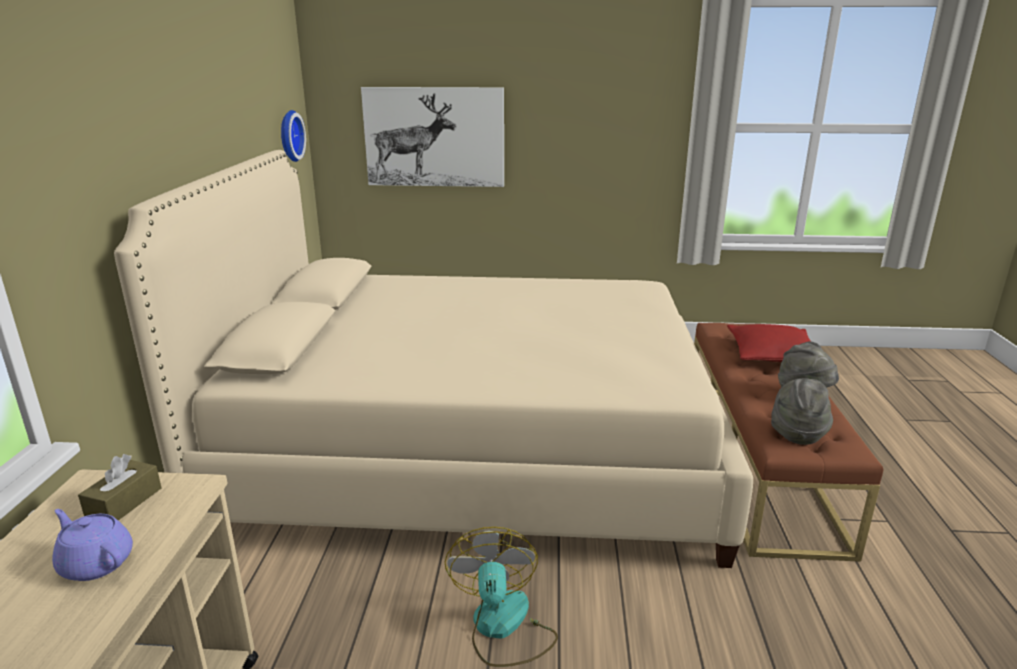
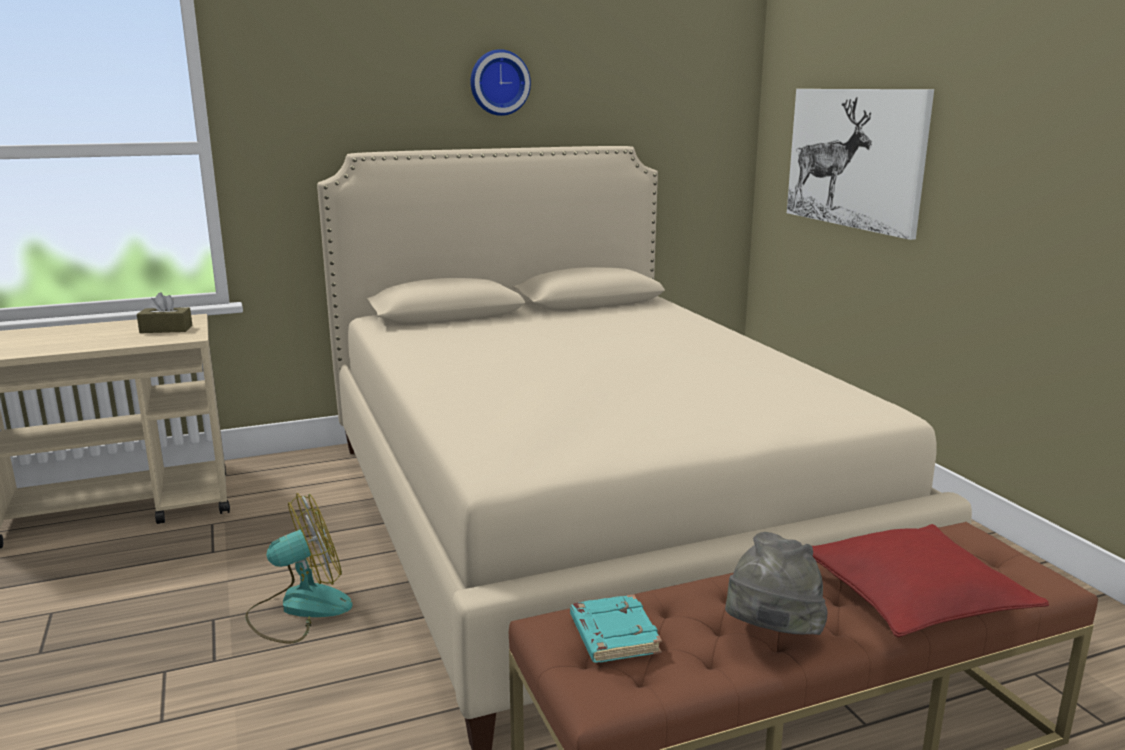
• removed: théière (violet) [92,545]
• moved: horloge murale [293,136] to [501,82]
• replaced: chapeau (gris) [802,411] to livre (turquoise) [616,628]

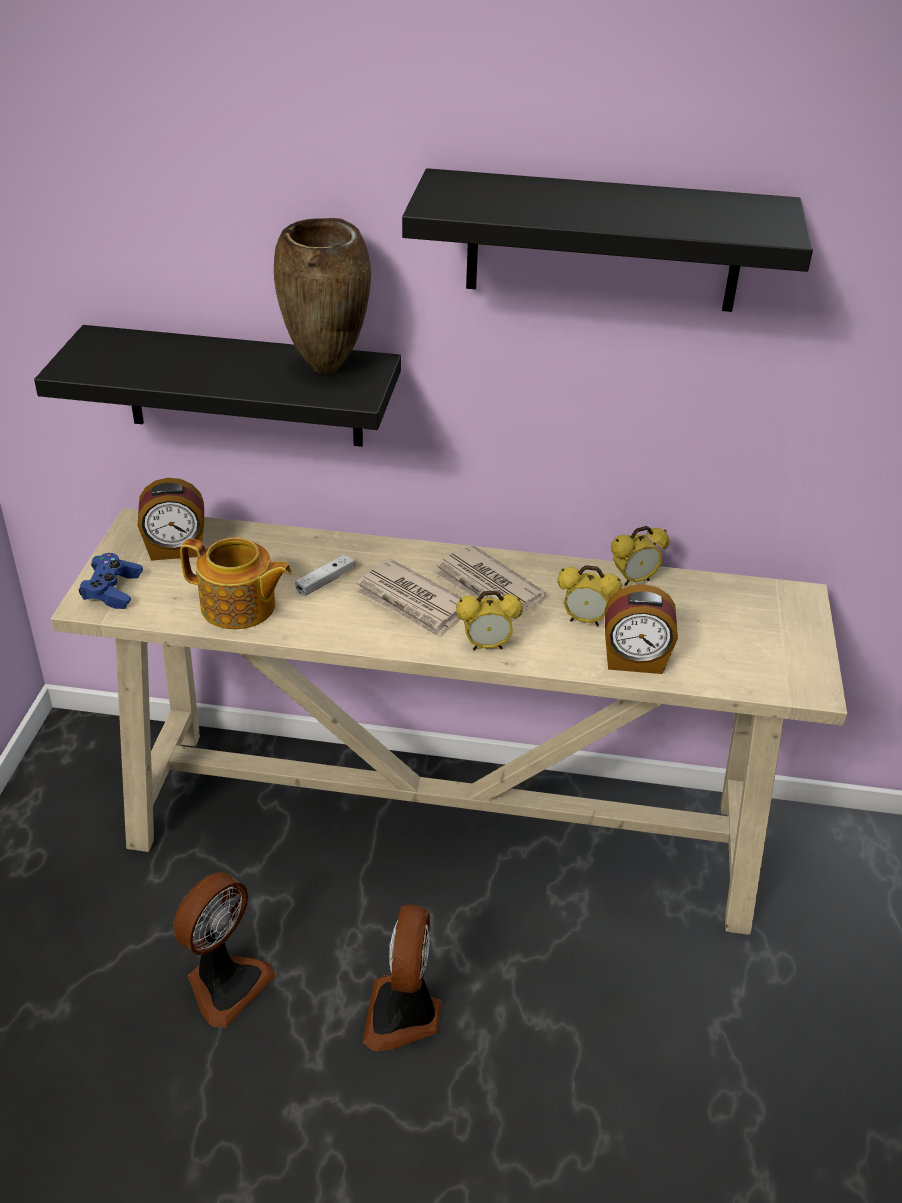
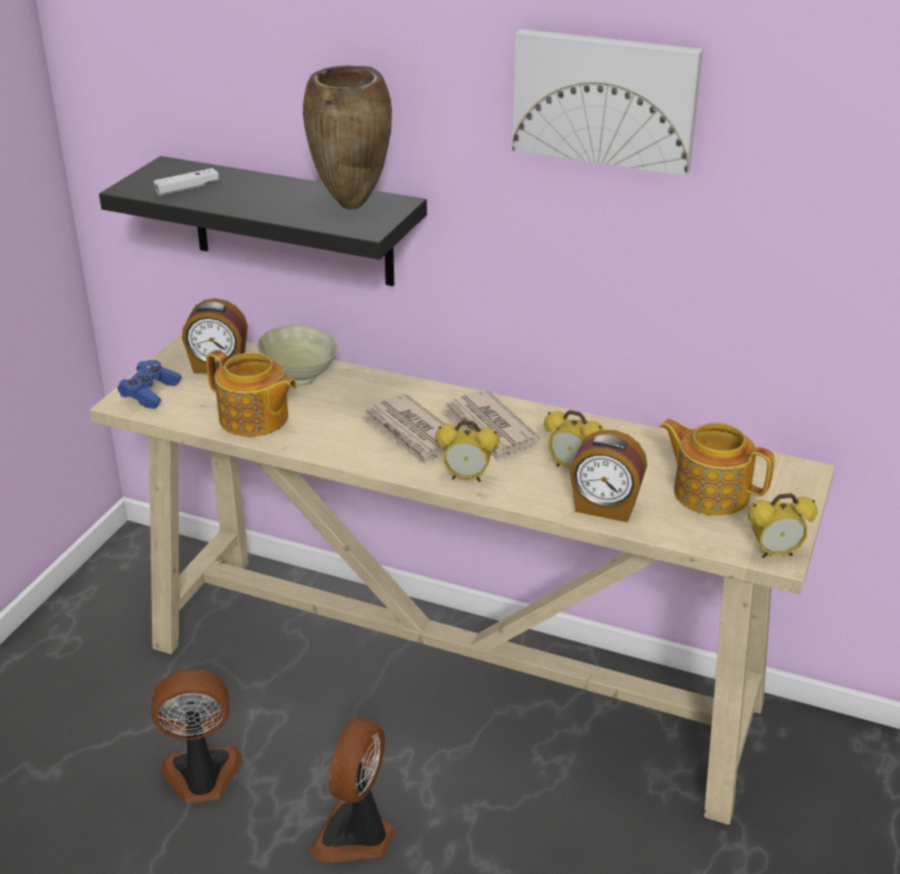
• added: bol (beige) [297,355]
• added: théière [717,467]
• moved: manette (blanc) [325,575] to [186,182]
• moved: réveil [640,556] to [782,525]
• replaced: étagère (noir) [607,240] to tableau [607,102]
• turned: ventilateur [224,950] = [196,736] 150 degrees counterclockwise

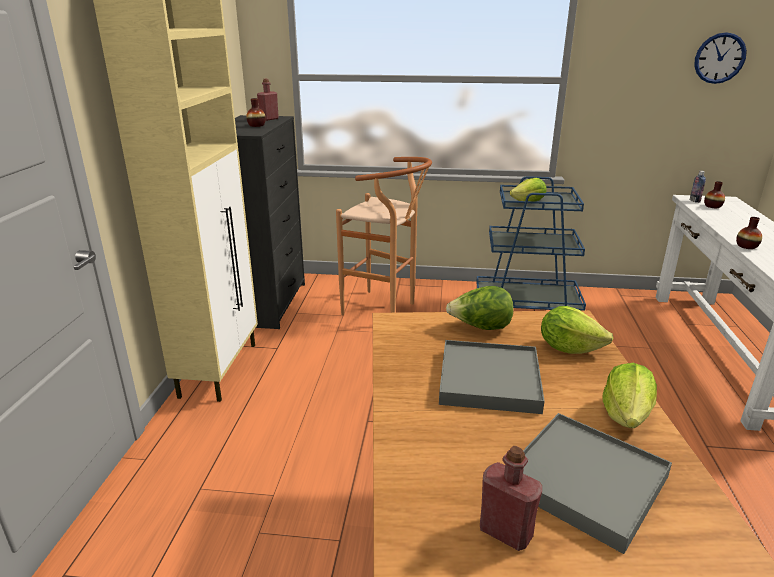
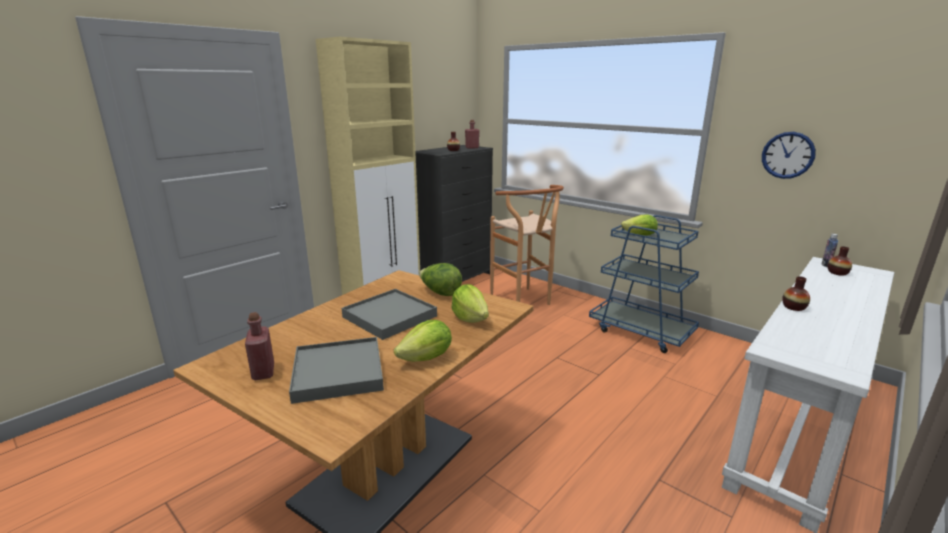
• moved: horloge murale [720,58] to [789,155]

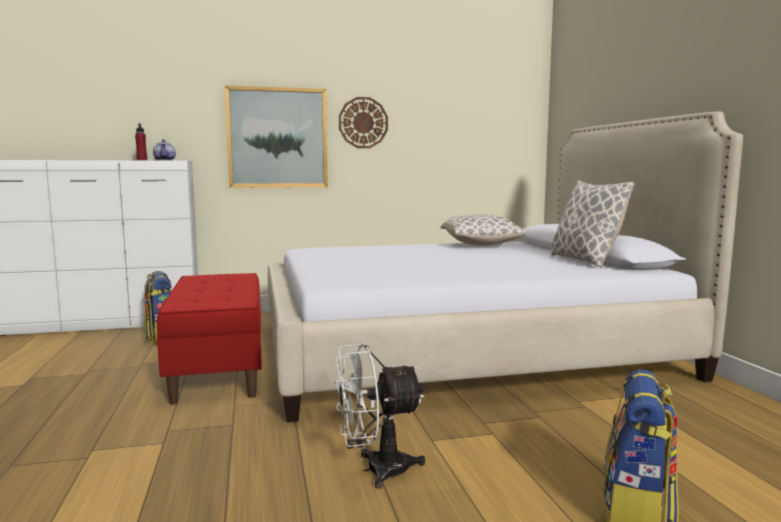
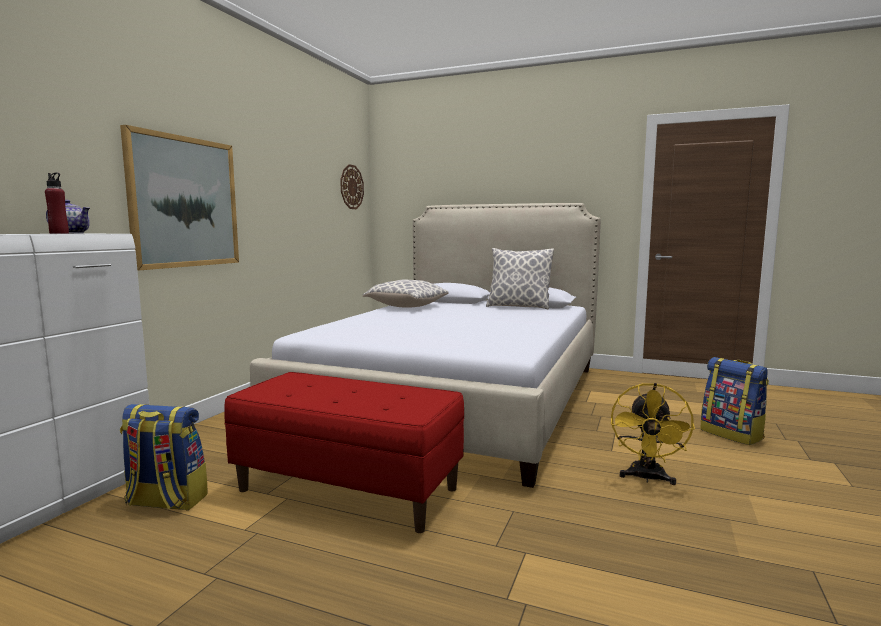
• moved: horloge murale [363,122] to [352,186]
• recoloured: ventilateur (blanc) [380,416] to ventilateur (jaune) [653,434]

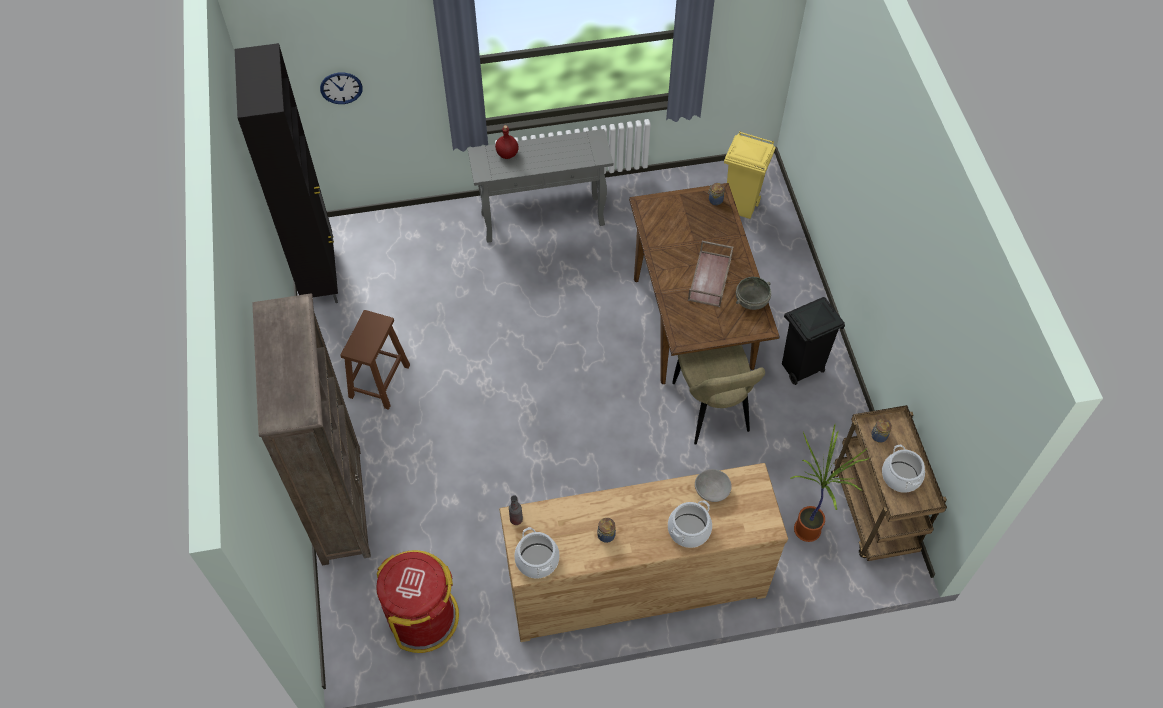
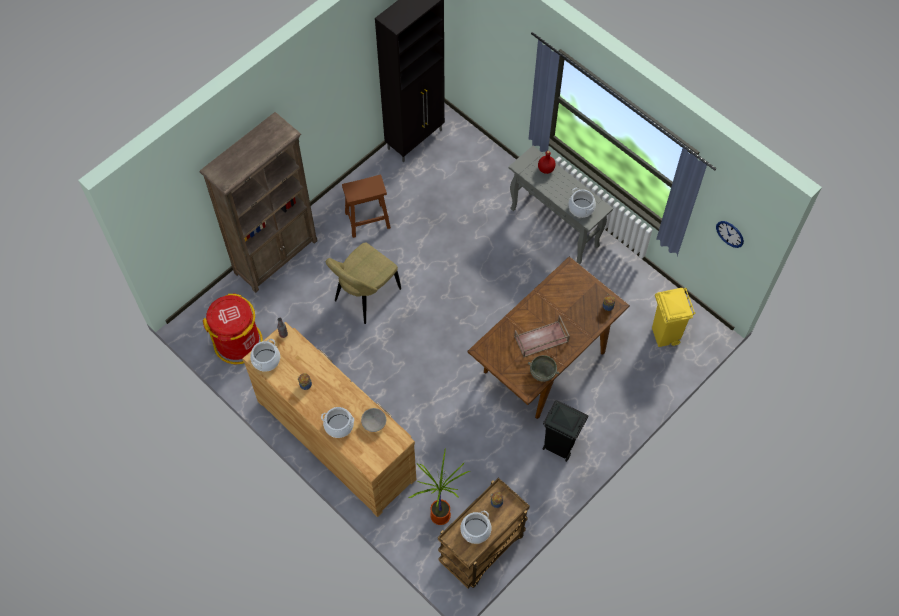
• added: marmite [582,202]
• moved: horloge murale [341,88] to [730,234]
• moved: chaise (beige) [718,395] to [363,283]

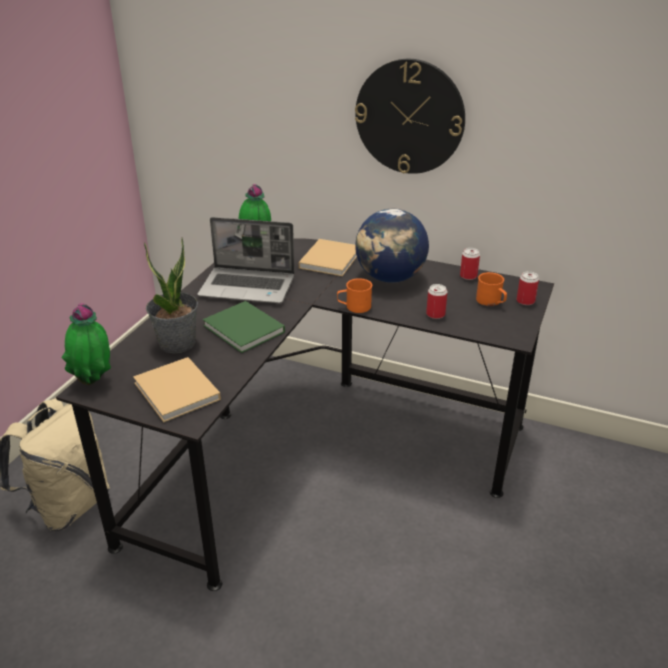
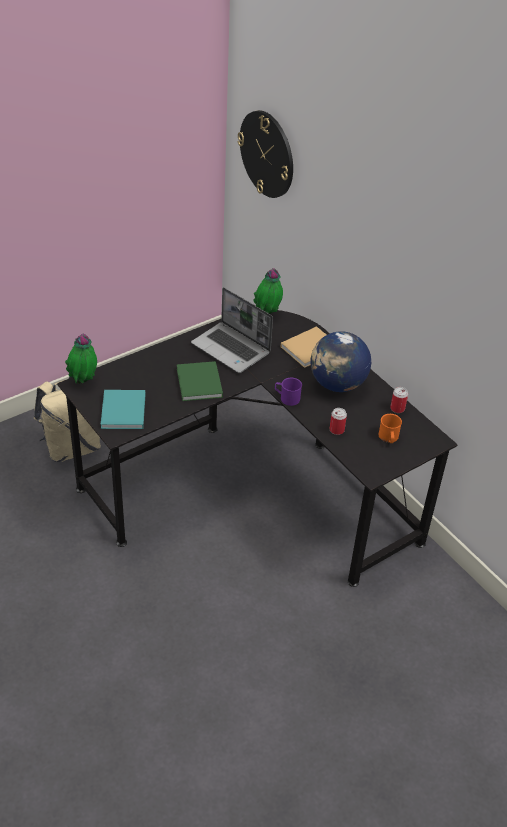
• removed: plante en pot [171,296]
• removed: boîte métallique [528,288]
• moved: horloge murale [410,116] to [265,154]
• recoloured: livre (beige) [177,389] to livre (turquoise) [123,409]
• recoloured: mug (orange) [354,295] to mug (violet) [288,392]

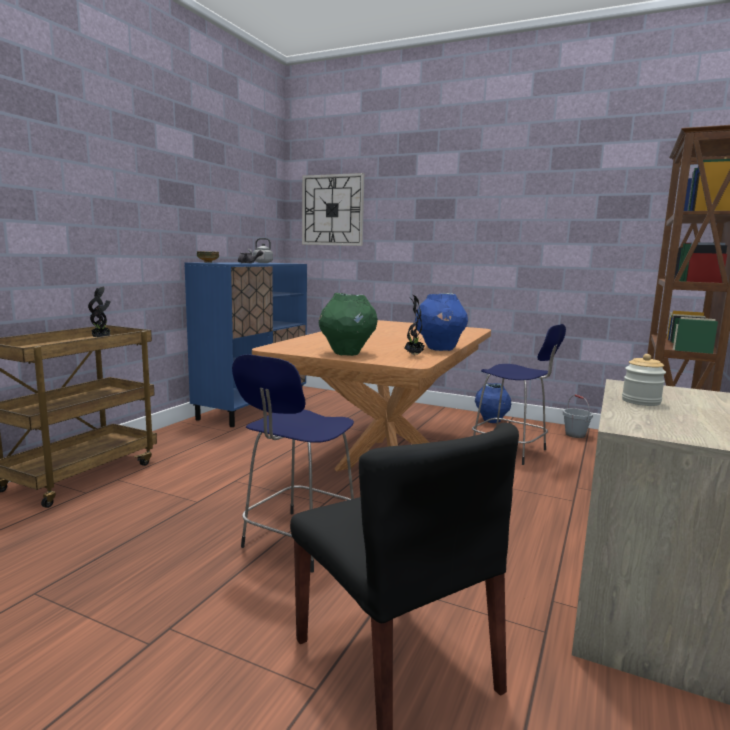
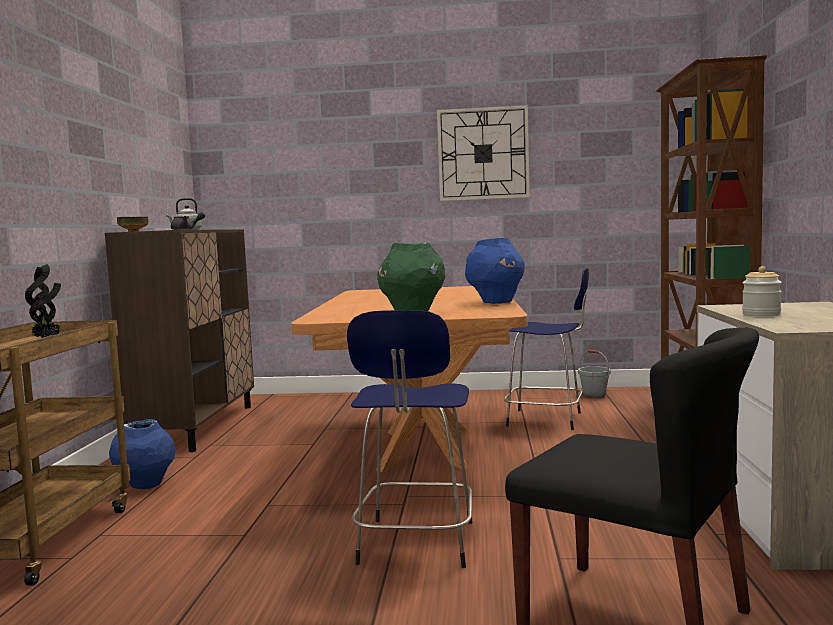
• removed: plante en pot [415,325]
• moved: horloge murale [333,209] to [483,153]
• moved: vase (bleu) [493,403] to [142,454]
• recoloured: meuble de rangement (bleu) [245,344] to meuble de rangement (marron) [179,340]

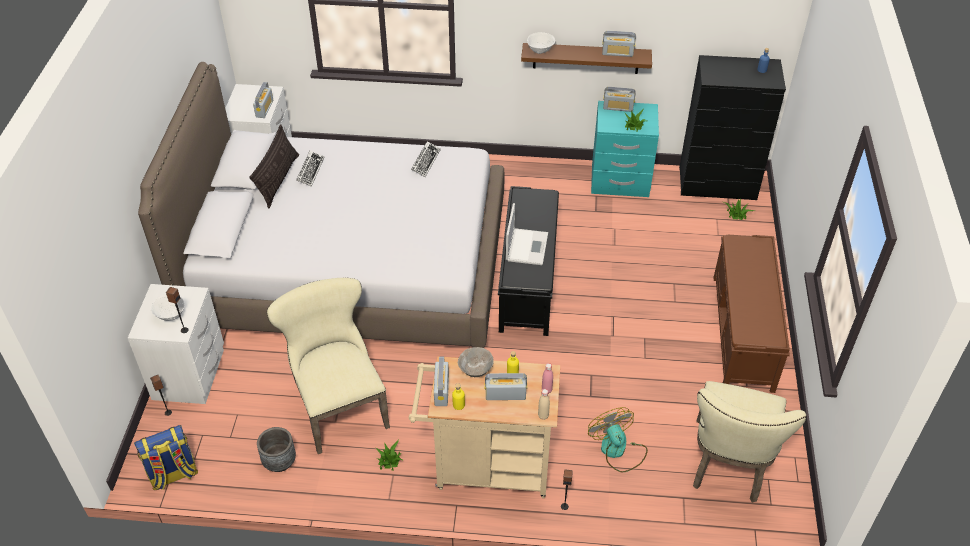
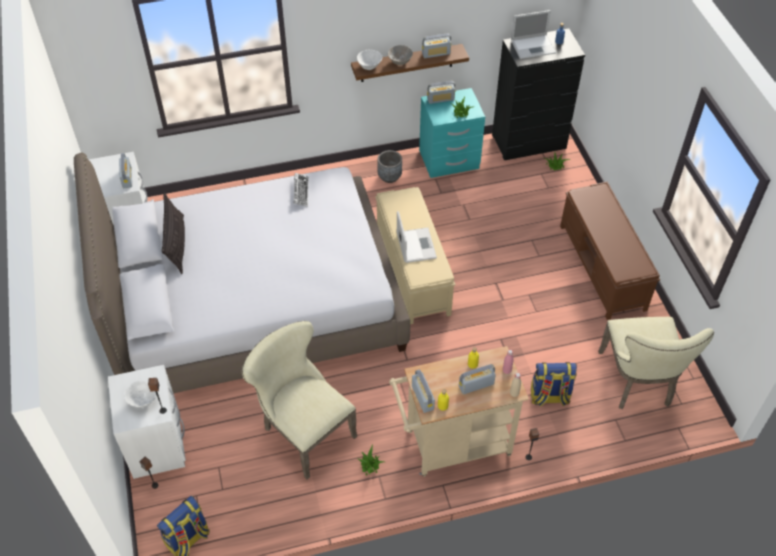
• removed: clavier [310,169]
• added: ordinateur portable [534,34]
• moved: cache-pot (gris) [276,449] to [390,166]
• moved: bol (gris) [476,362] to [400,55]
• replaced: ventilateur [618,440] to sac à dos [554,384]
• recoloured: banc (noir) [528,261] to banc (beige) [415,255]

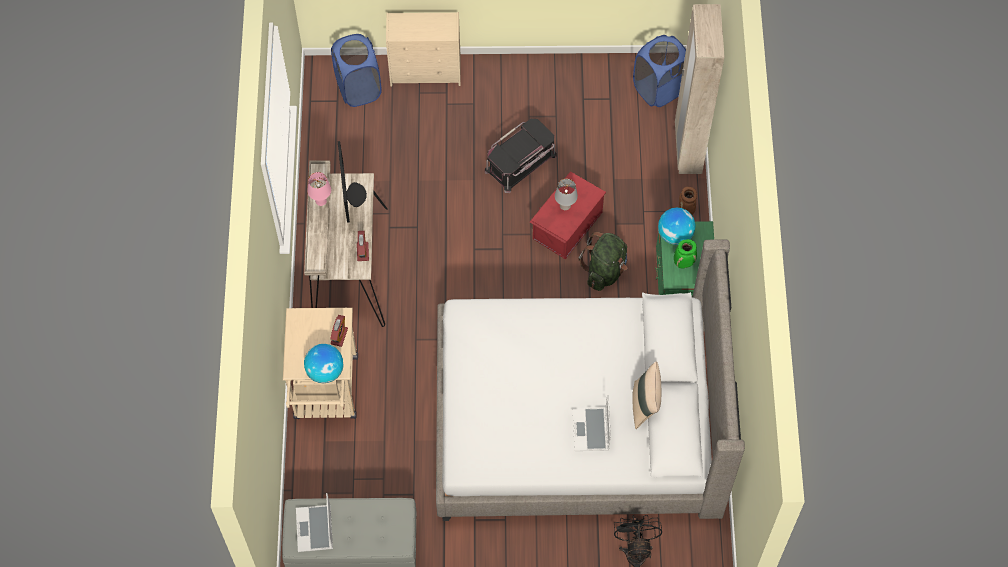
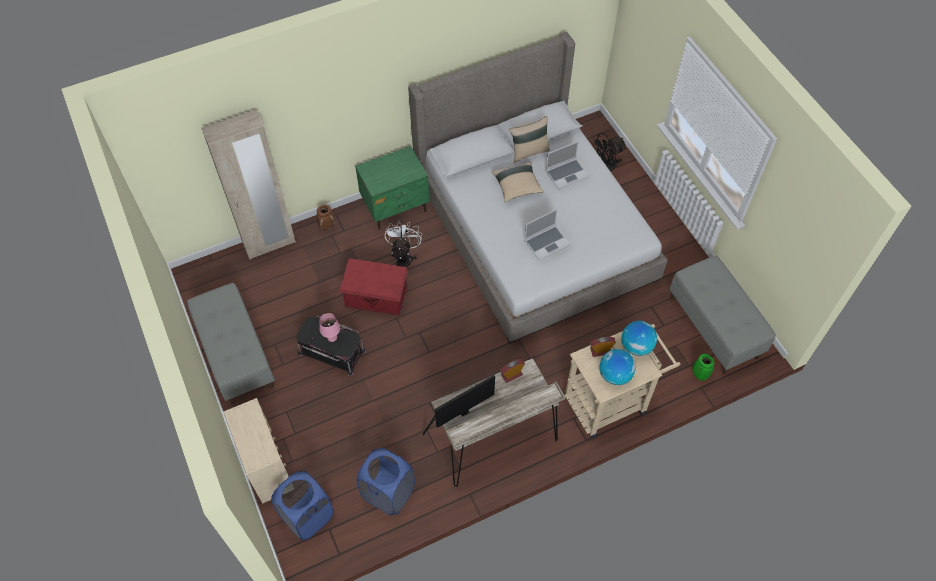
• removed: lampe de table (gris) [566,194]
• added: banc (gris) [231,344]
• added: coussin (beige) [517,182]
• moved: ordinateur portable [314,522] to [547,235]
• moved: lampe de table (rose) [319,189] to [329,327]
• moved: panier à linge (bleu) [659,71] to [386,481]
• moved: globe [677,226] to [617,367]
• moved: vase (vert) [685,253] to [704,367]
• replaced: sac à dos (vert) [602,261] to ventilateur (blanc) [403,244]

